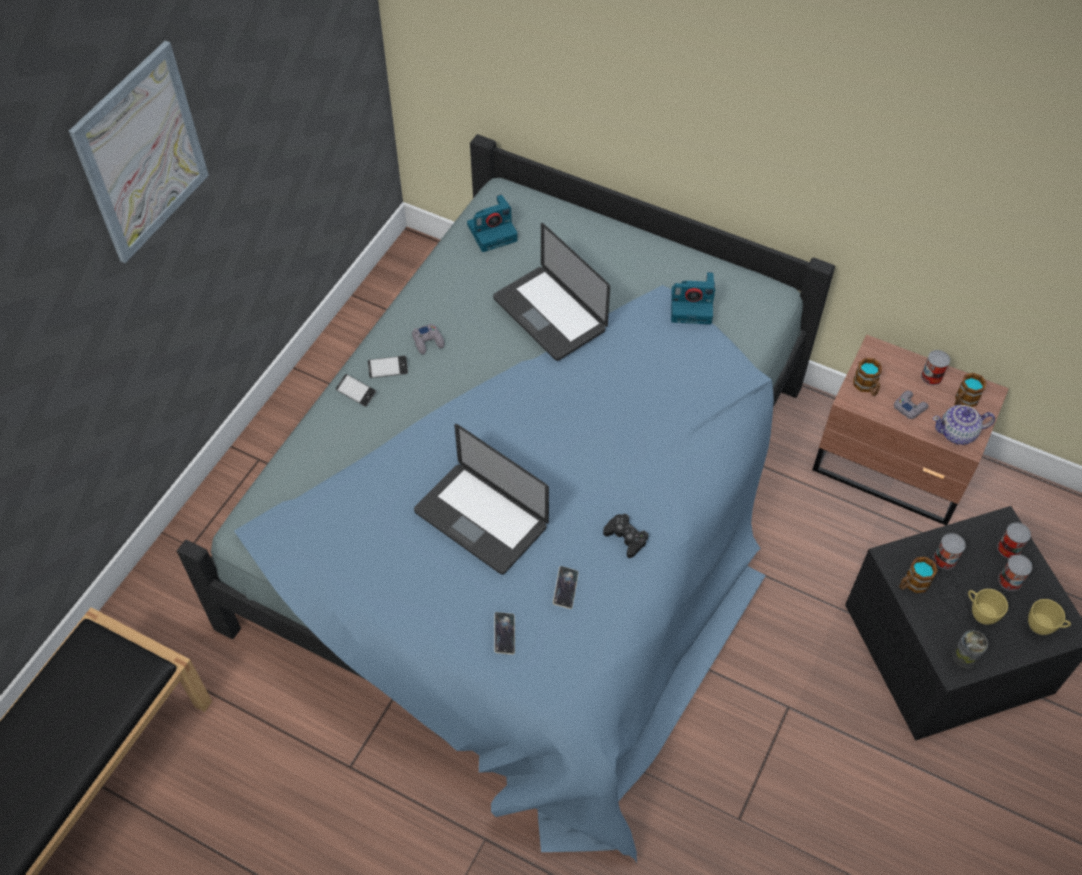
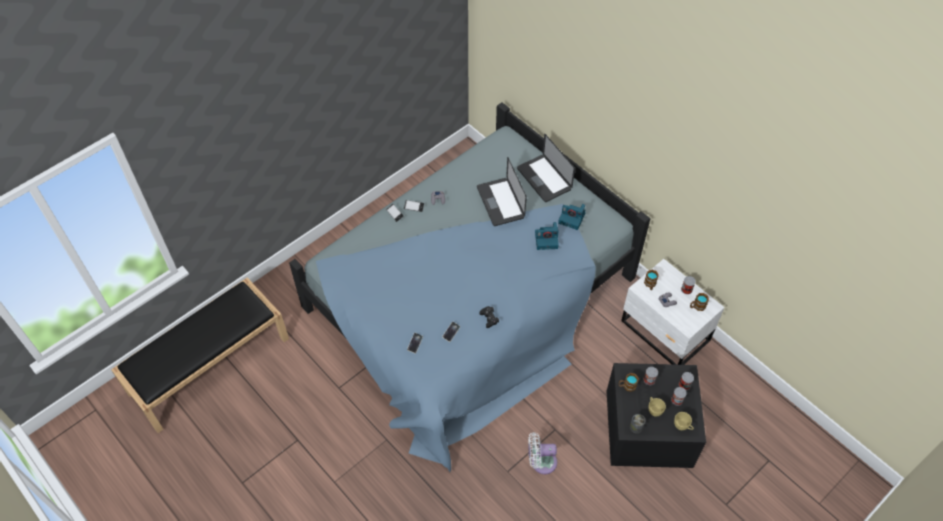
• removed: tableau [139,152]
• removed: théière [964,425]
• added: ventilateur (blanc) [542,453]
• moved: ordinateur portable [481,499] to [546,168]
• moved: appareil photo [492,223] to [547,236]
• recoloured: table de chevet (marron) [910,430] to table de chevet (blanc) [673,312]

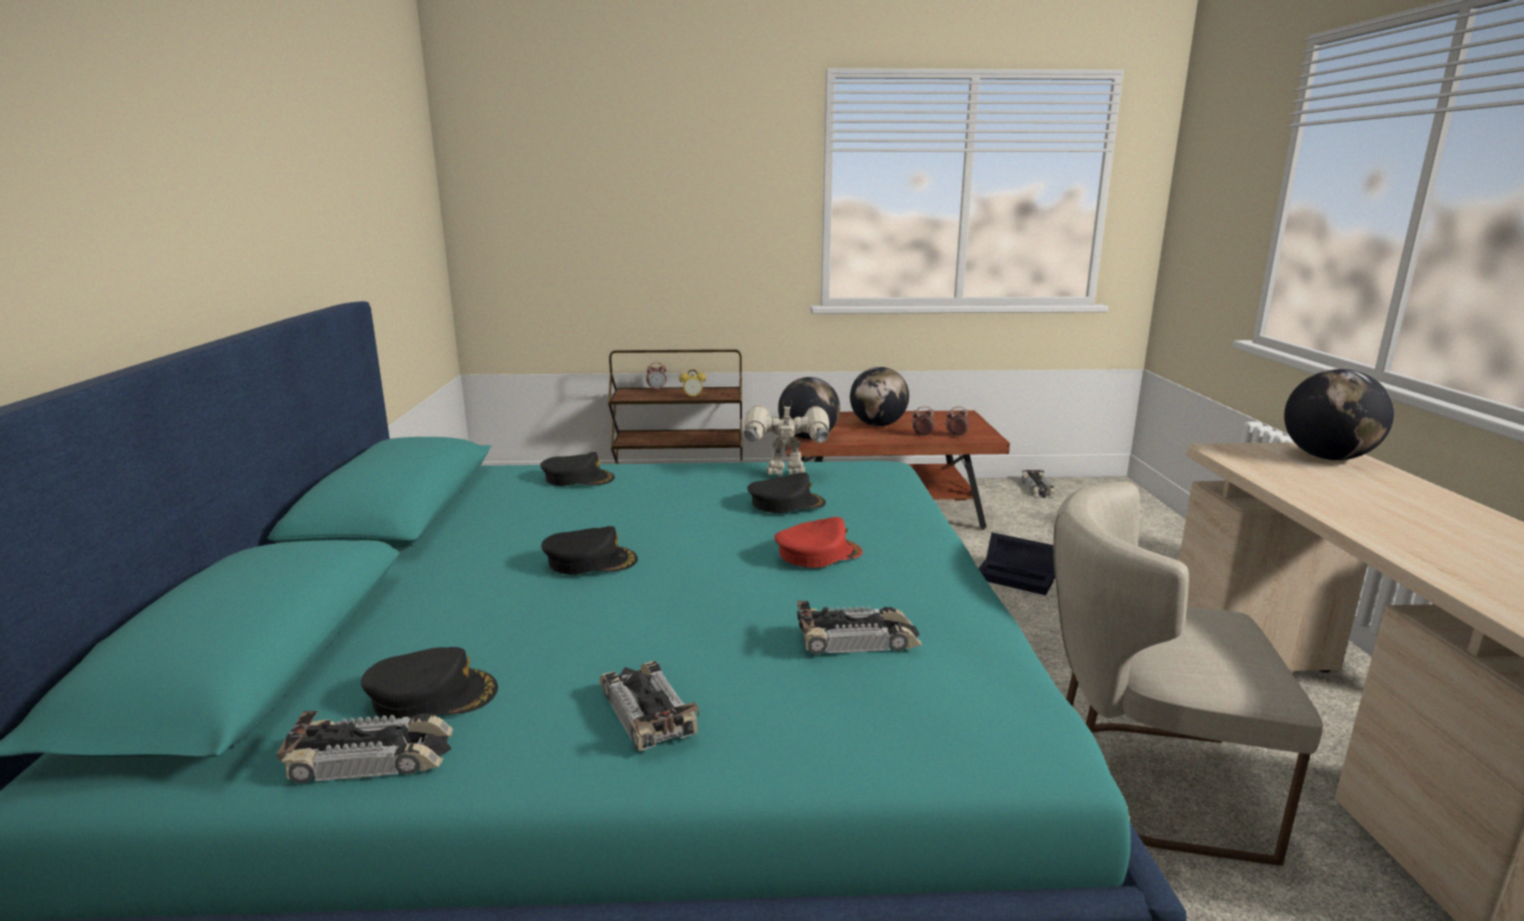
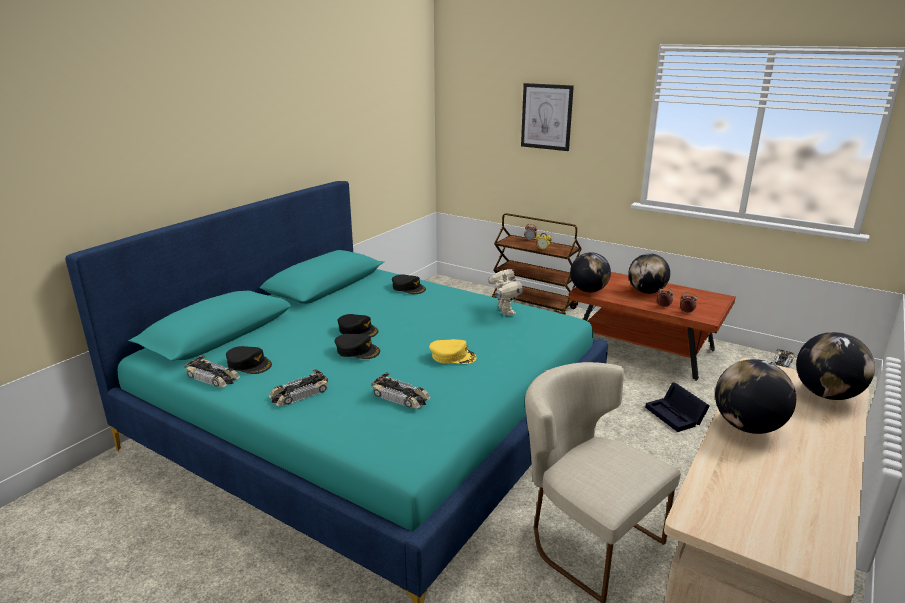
• added: tableau [547,117]
• added: globe [755,396]
• moved: casquette (noir) [786,493] to [357,346]
• recoloured: casquette (rouge) [818,542] to casquette (jaune) [452,351]
• turned: petite voiture [649,706] = [298,387] 135 degrees counterclockwise
• turned: robot jouet [786,438] = [505,292] 45 degrees clockwise

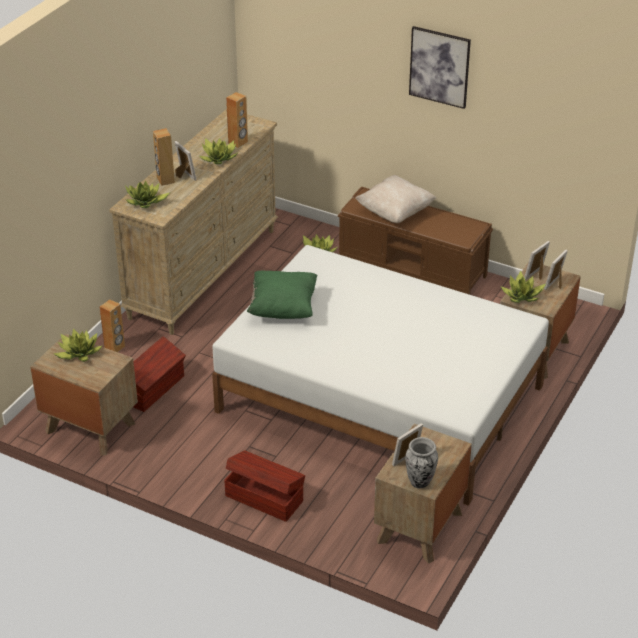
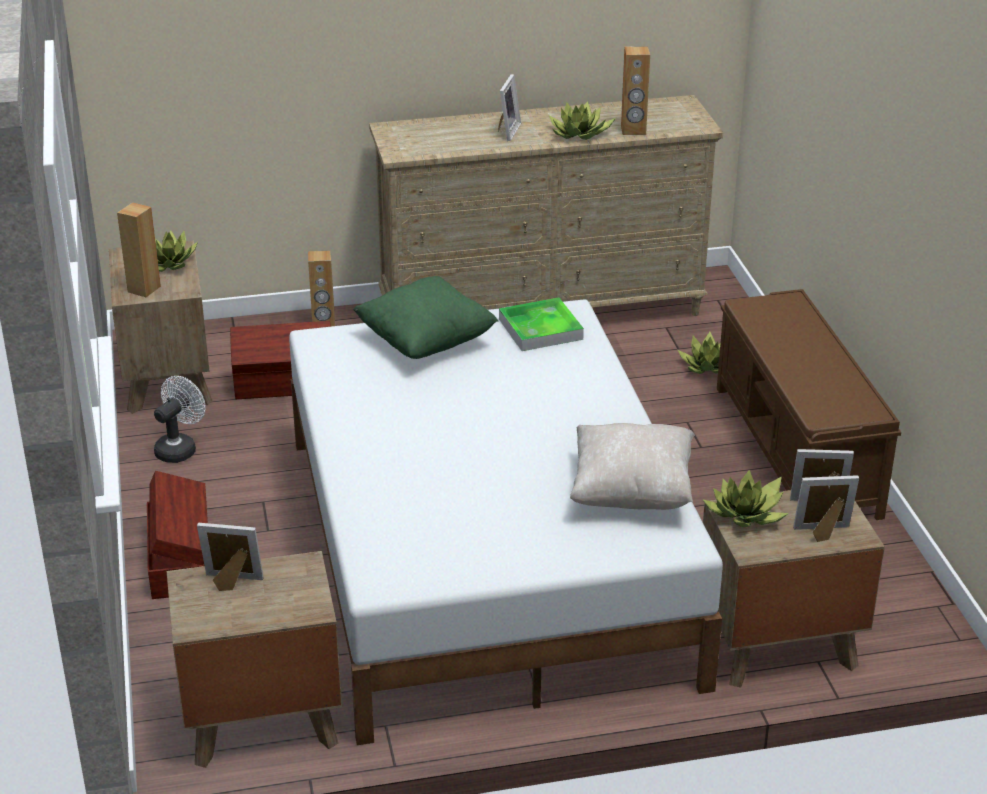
• removed: plante en pot [147,194]
• removed: vase [421,463]
• removed: tableau [440,67]
• added: ventilateur (blanc) [180,419]
• added: plateau [541,324]
• moved: enceinte (marron) [164,157] to [139,249]
• moved: coussin (beige) [395,199] to [632,466]

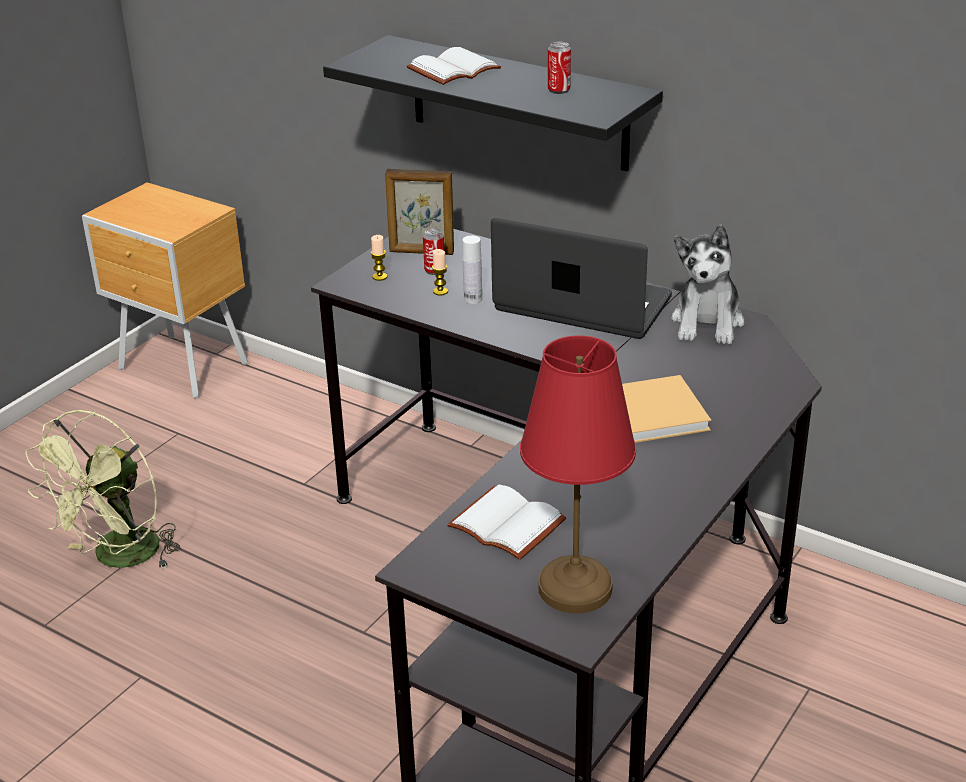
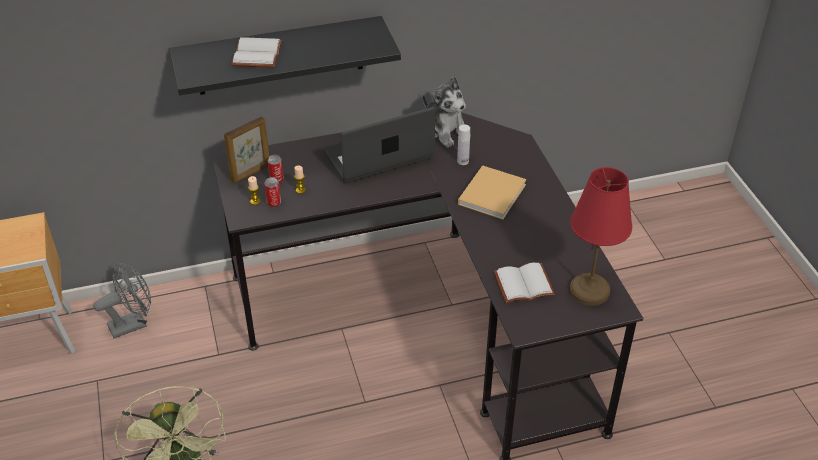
• added: ventilateur (gris) [122,300]
• moved: bouteille (blanc) [472,270] to [463,145]
• moved: boîte métallique [559,68] to [272,192]

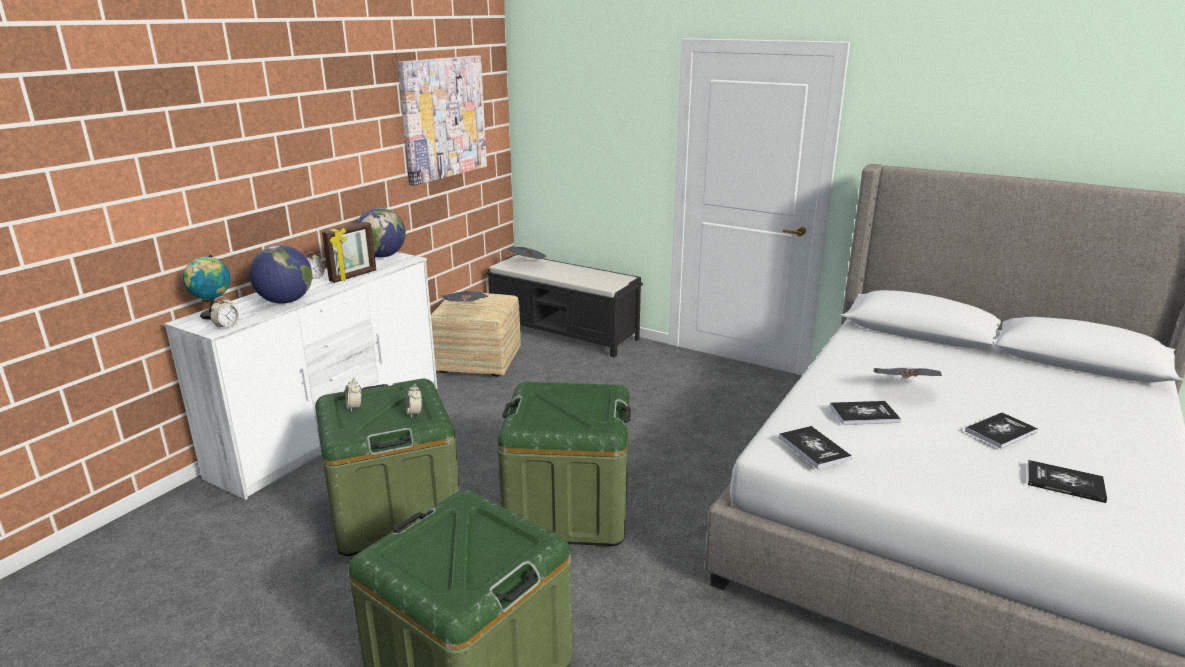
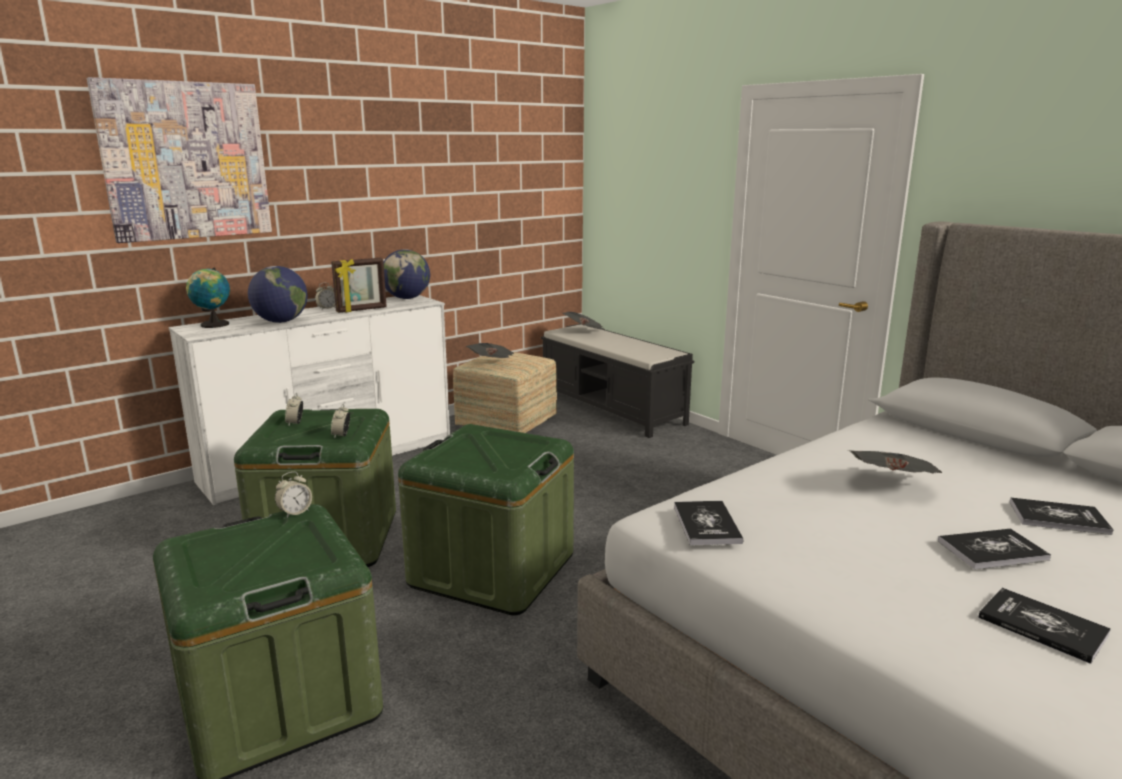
• moved: réveil [224,313] to [293,494]
• moved: tableau [442,120] to [179,160]
• moved: livre [865,413] to [1062,516]

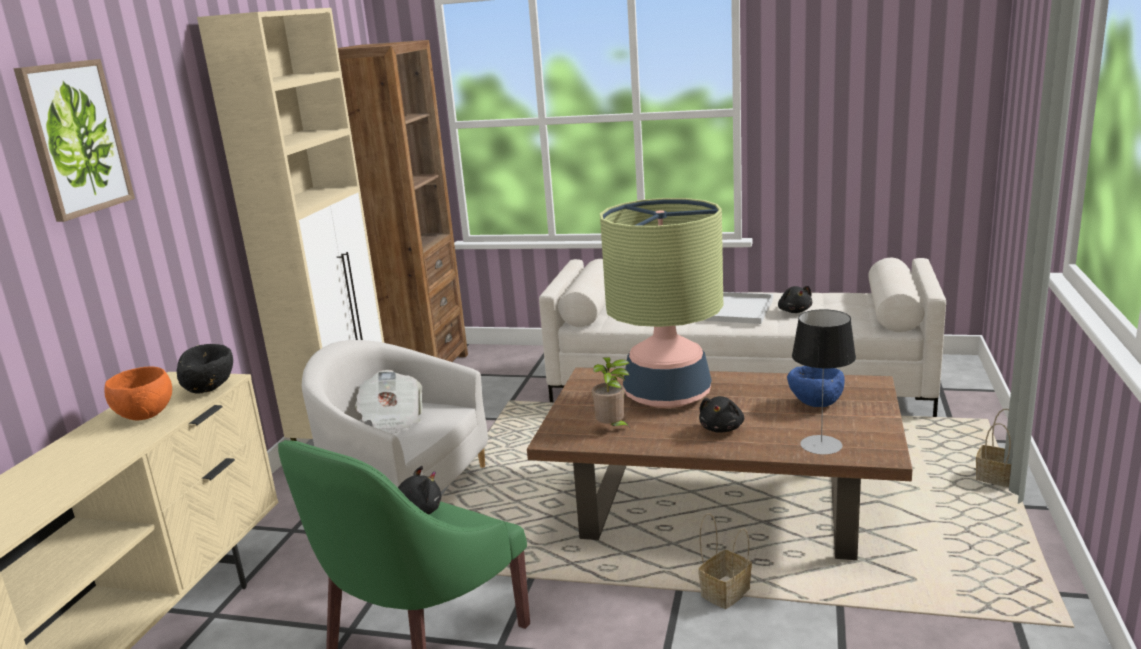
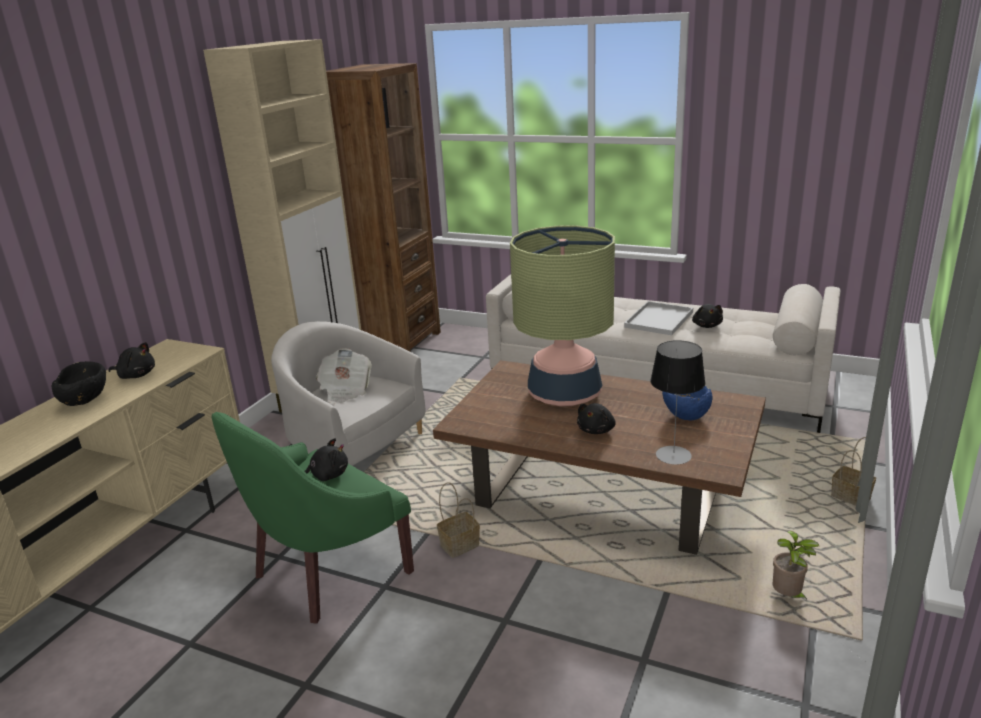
• removed: tableau [74,140]
• moved: bol (noir) [205,369] to [79,383]
• moved: plante en pot [611,393] to [795,564]
• moved: panier [725,561] to [458,520]
• replaced: bol (orange) [138,394] to peluche (noir) [132,360]

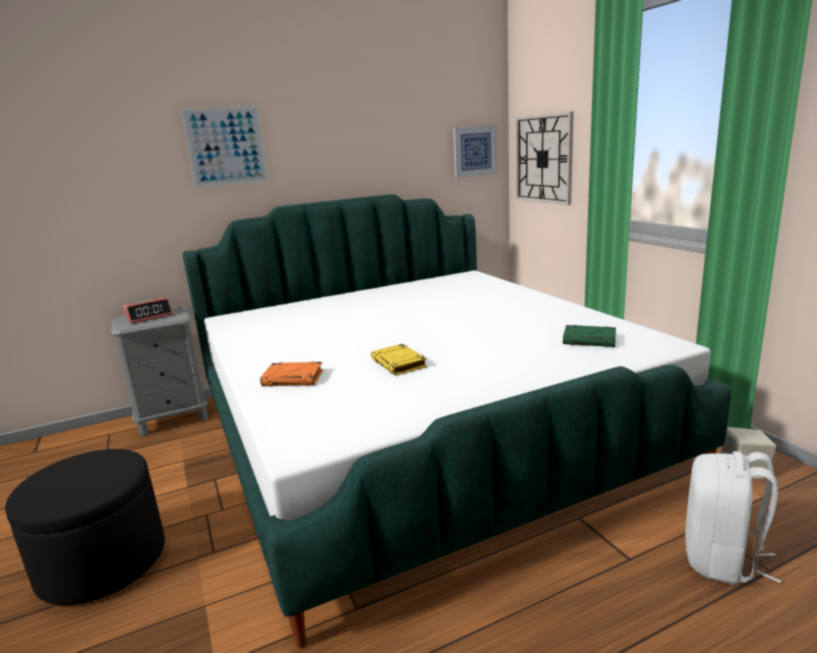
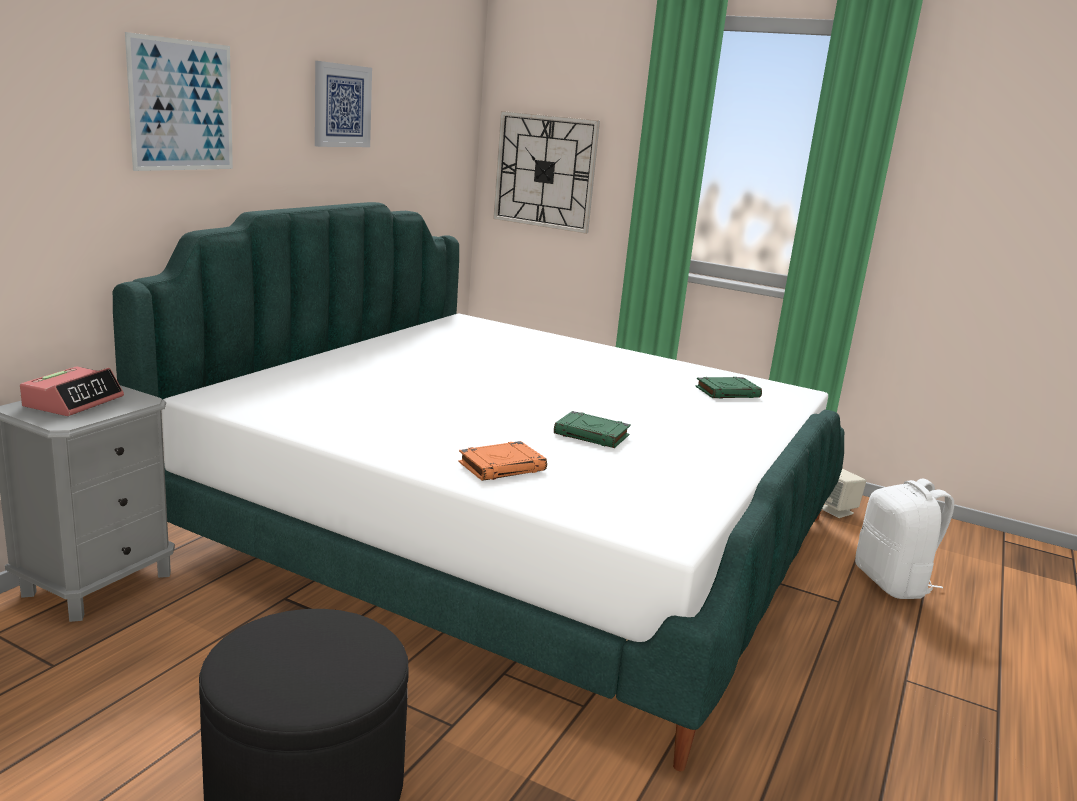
• moved: tableau [475,151] to [343,104]
• recoloured: livre (jaune) [399,360] to livre (vert) [592,429]

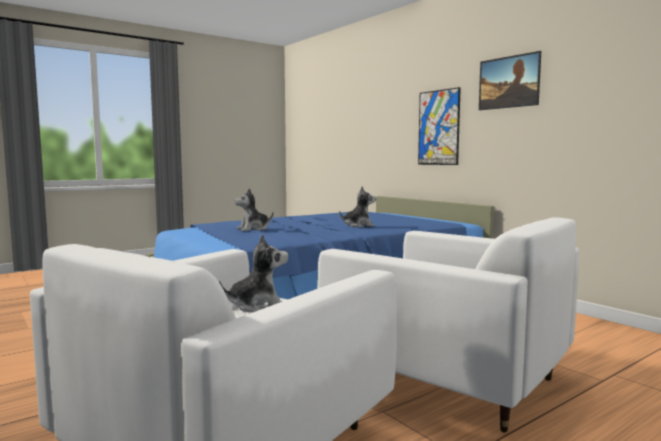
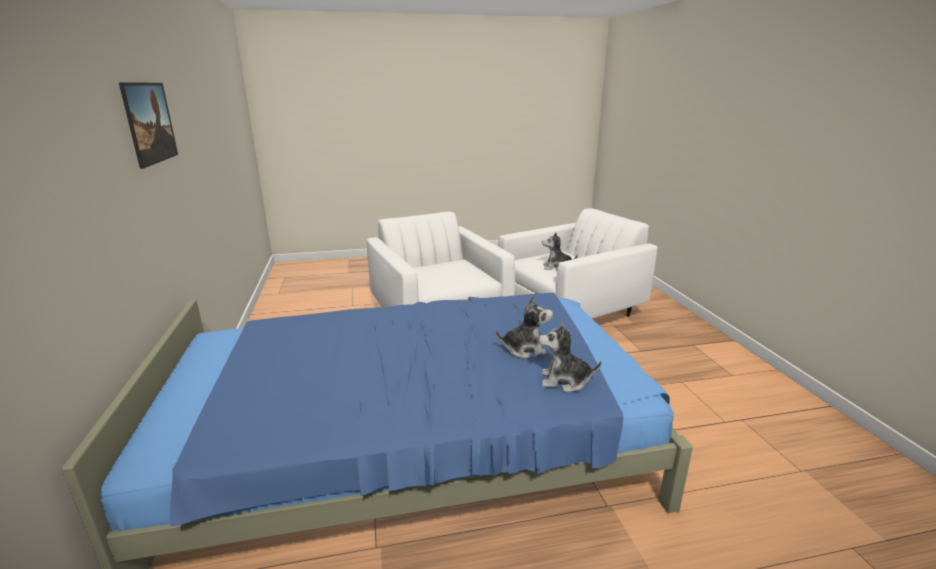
• removed: tableau [439,126]
• moved: peluche [357,207] to [570,357]

